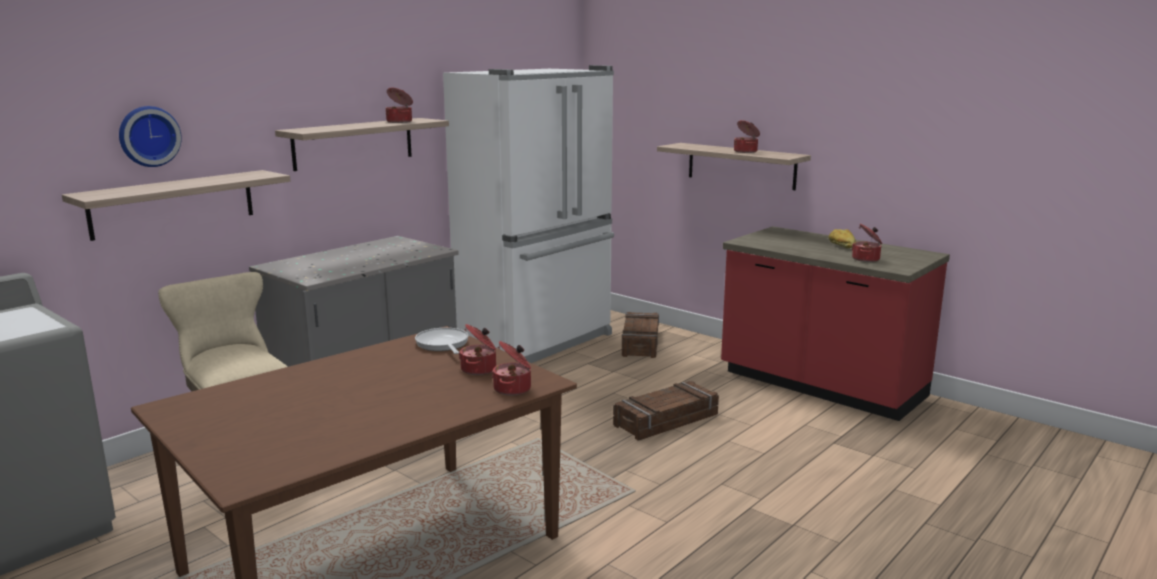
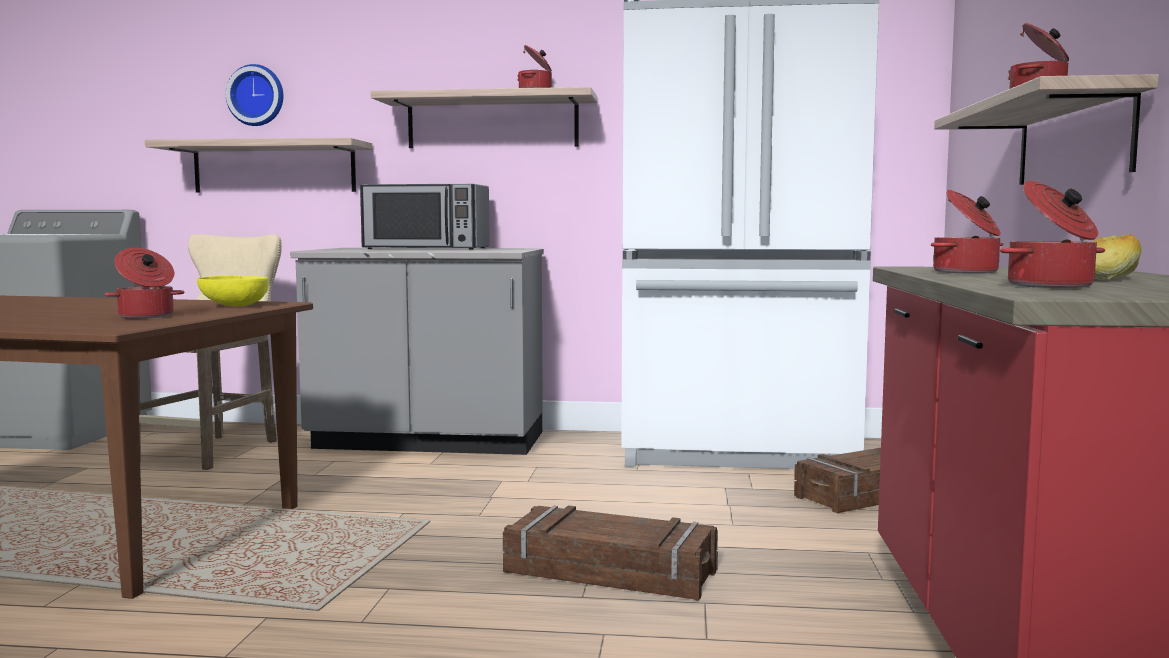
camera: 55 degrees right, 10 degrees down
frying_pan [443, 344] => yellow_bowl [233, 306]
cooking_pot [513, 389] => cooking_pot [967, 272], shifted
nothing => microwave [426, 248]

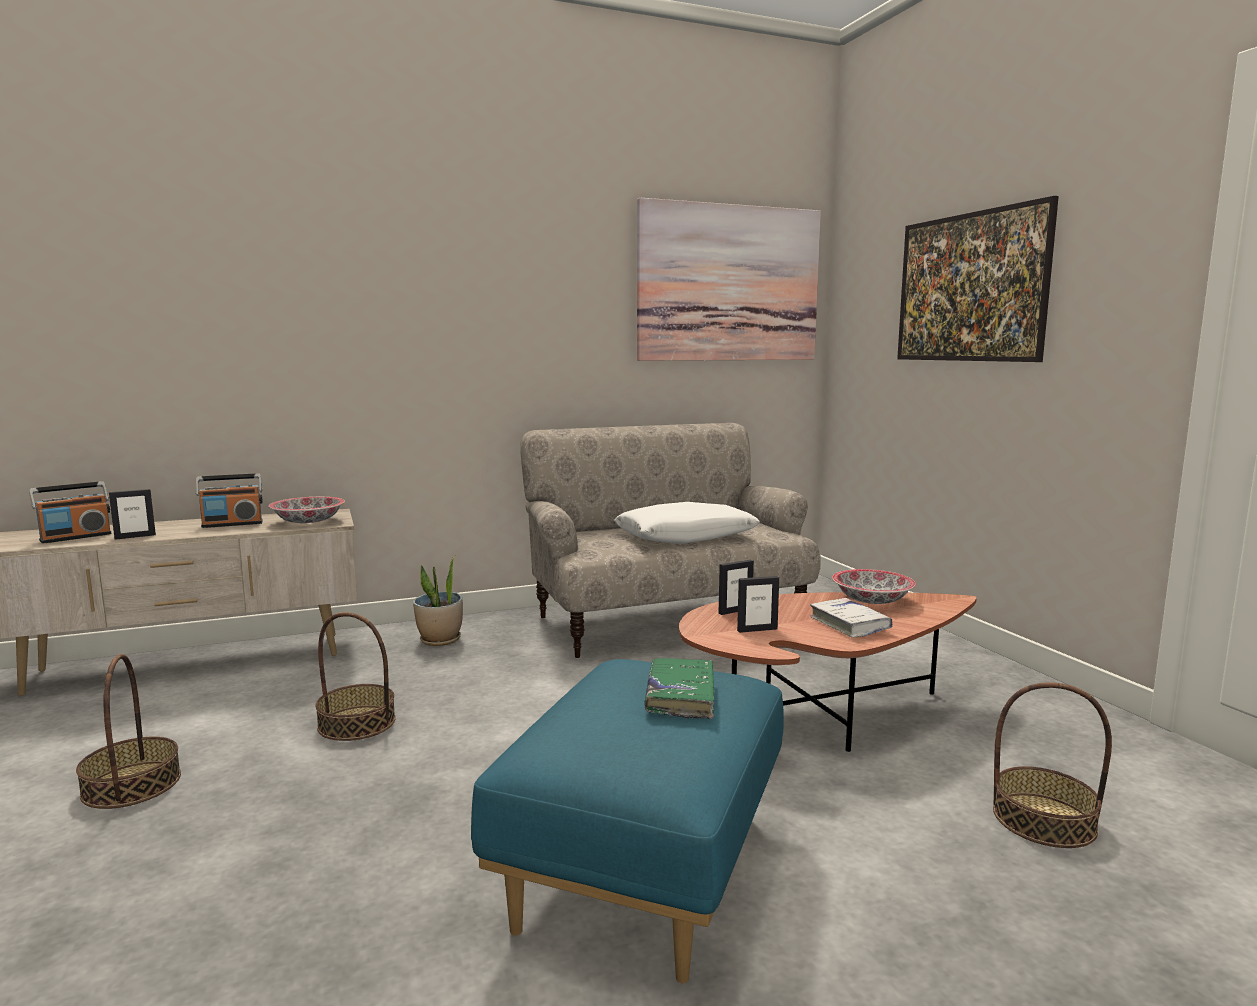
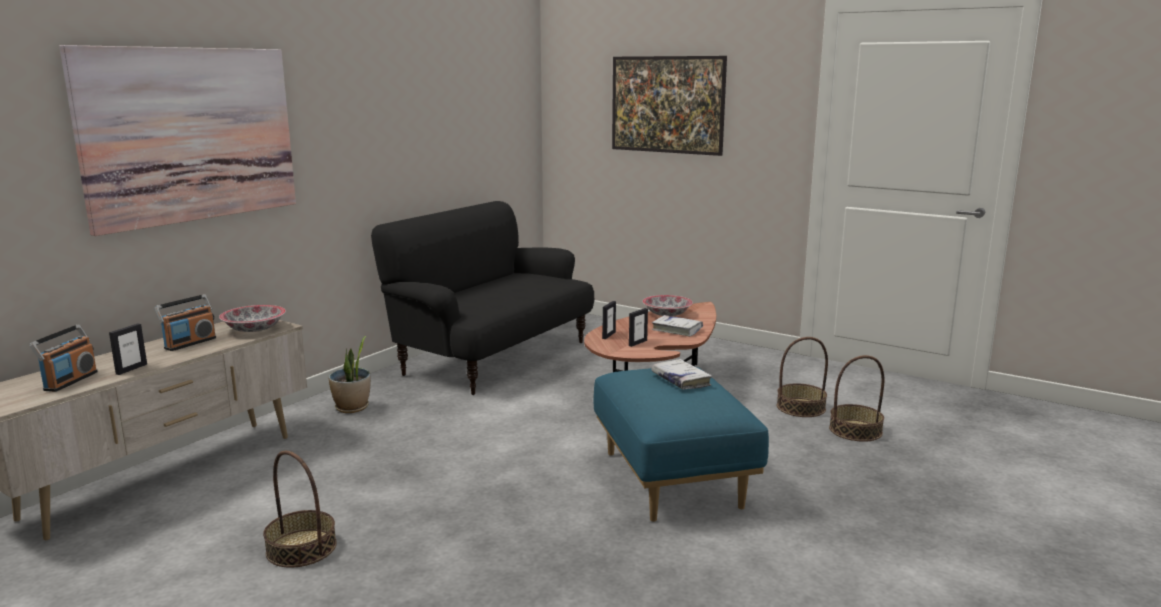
camera: 35 degrees left, 5 degrees up
picture [729, 284] => picture [190, 135], shifted
beige_sofa [666, 620] => black_sofa [493, 357]
white_pillow [686, 537] => nothing
basket [357, 723] => basket [855, 430], shifted
green_book [680, 697] => white_book [680, 380]

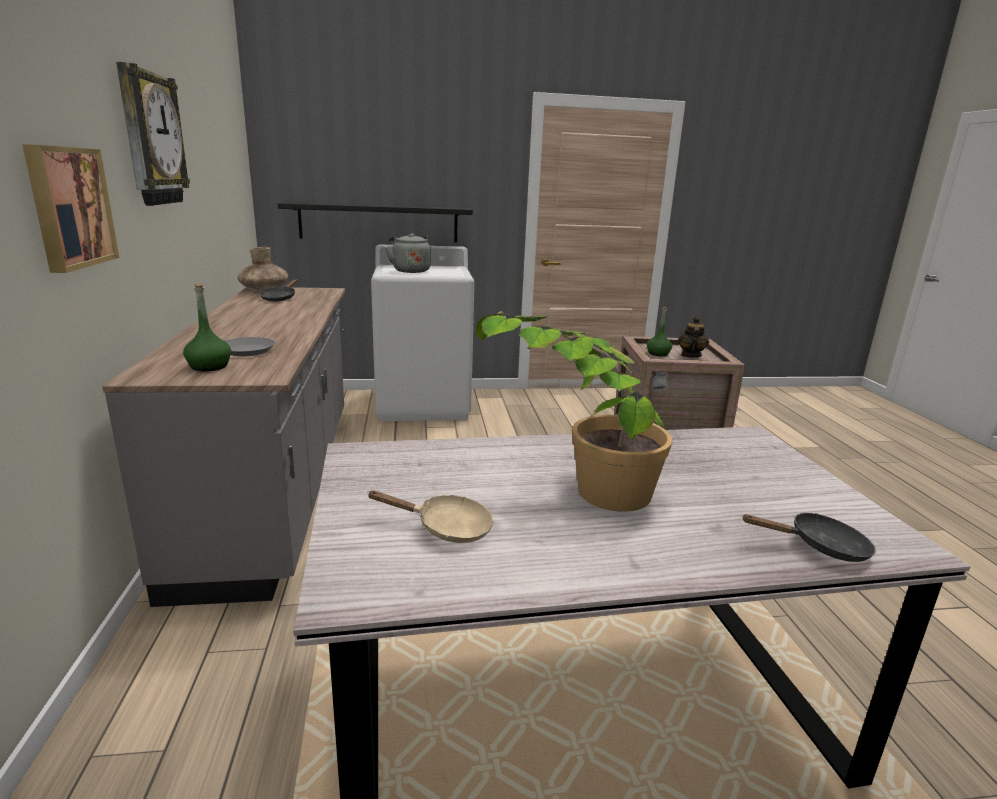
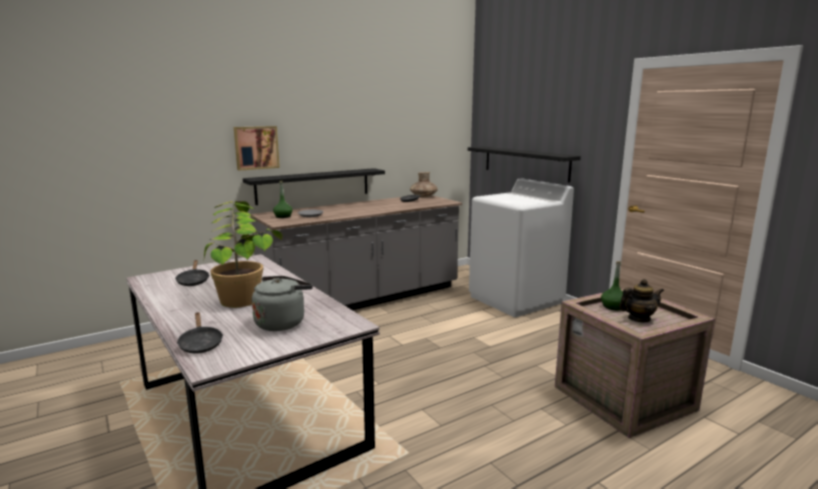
camera: 65 degrees right, 5 degrees down
wall_clock [150, 139] => nothing
grey_kettle [410, 270] => grey_kettle [282, 322], shifted
beige_frying_pan [446, 528] => black_frying_pan [193, 281]
nothing => black_shelf [313, 186]

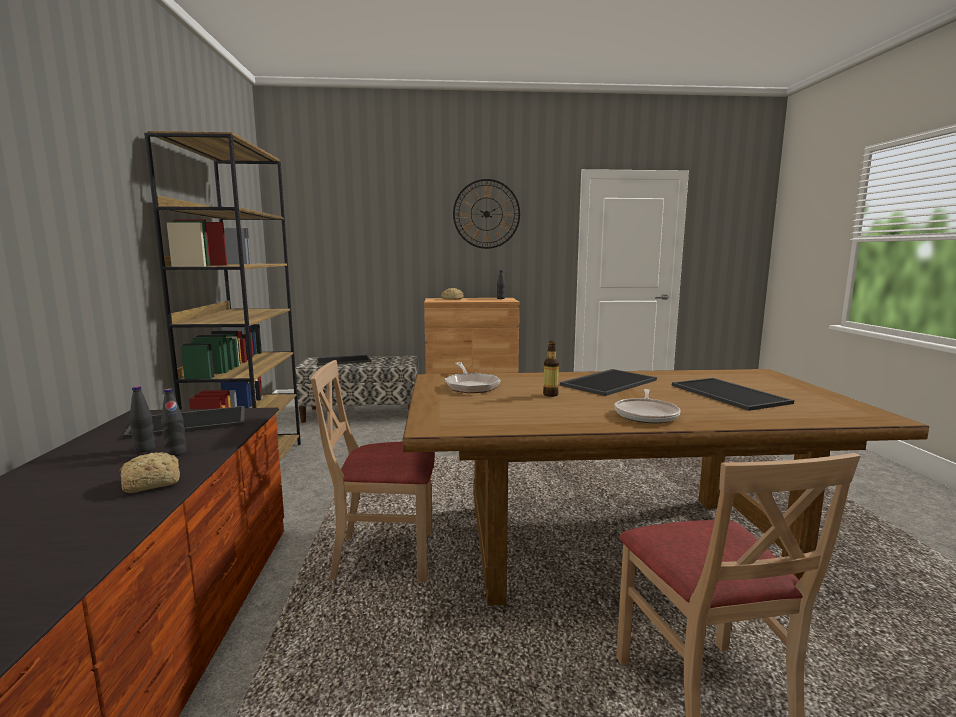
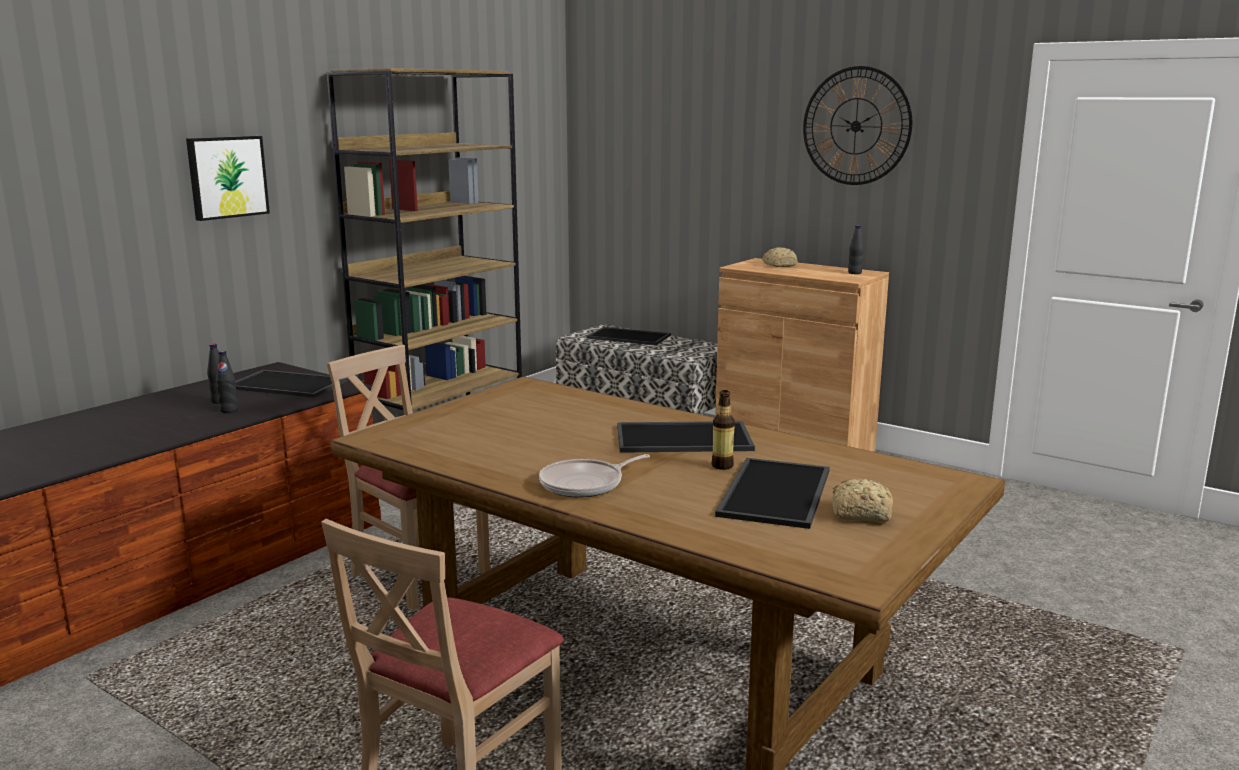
camera: 40 degrees right, 5 degrees up
bottle [550, 394] => bottle [722, 466], shifted
frying_pan [471, 386] => nothing
bread [150, 483] => bread [858, 513], shifted
nothing => picture [227, 177]

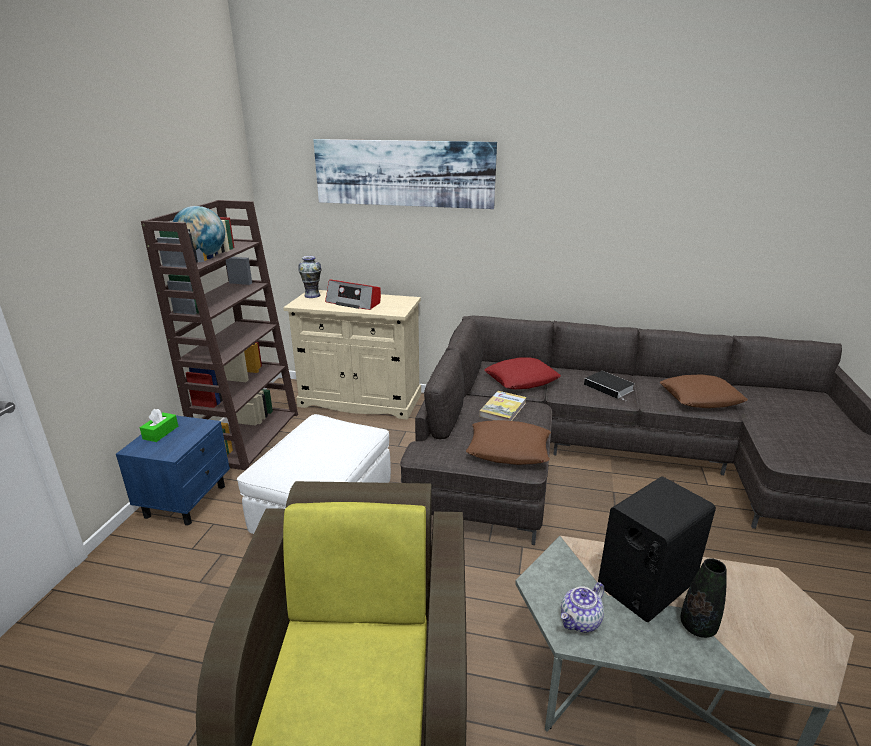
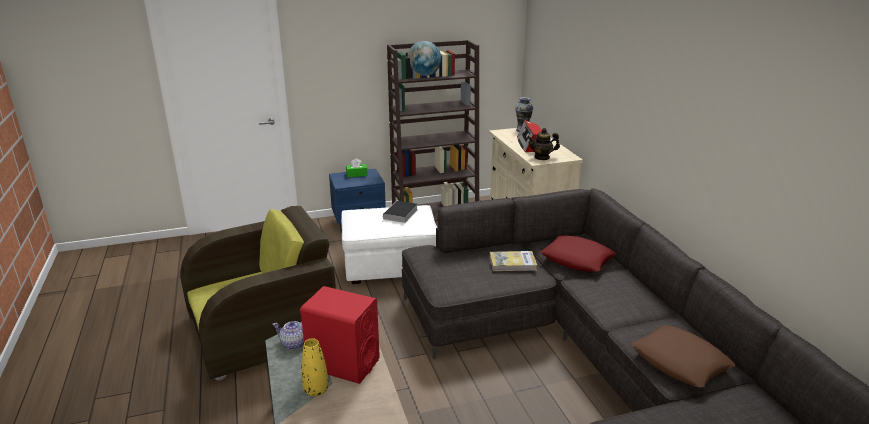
camera: 60 degrees right, 0 degrees up
picture [403, 173] => nothing
book [610, 388] => book [400, 214], shifted
brown_pillow [509, 449] => nothing
black_speaker [646, 585] => red_speaker [343, 364]
black_vase [697, 627] => yellow_vase [316, 390]
nothing => teapot [542, 157]

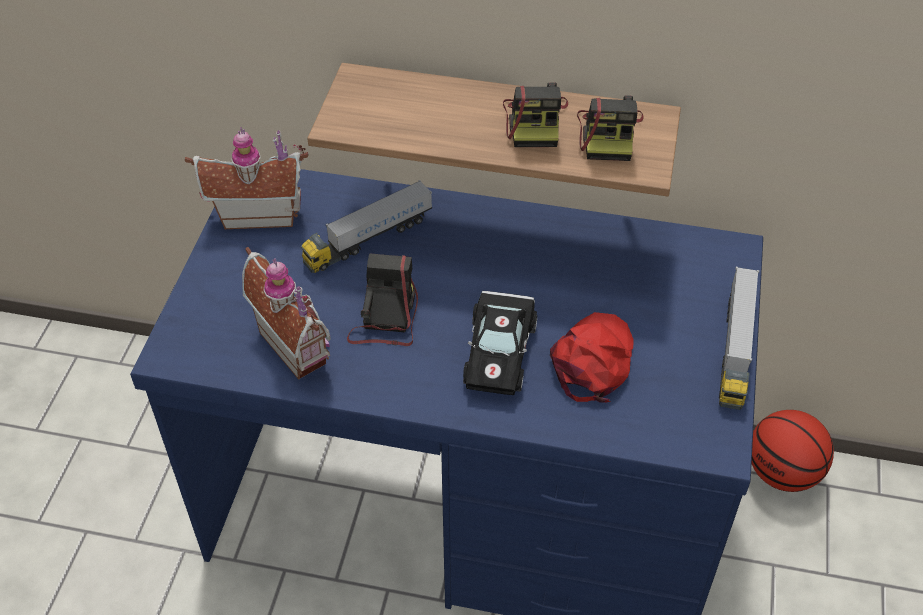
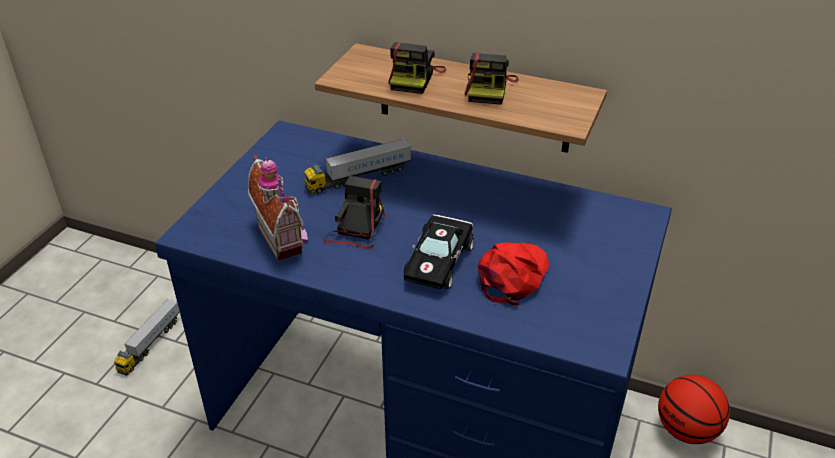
camera: 10 degrees right, 10 degrees down
photo_camera [609, 134] => photo_camera [415, 78], shifted
toy_house [258, 213] => nothing
toy_truck [735, 349] => toy_truck [150, 344], shifted

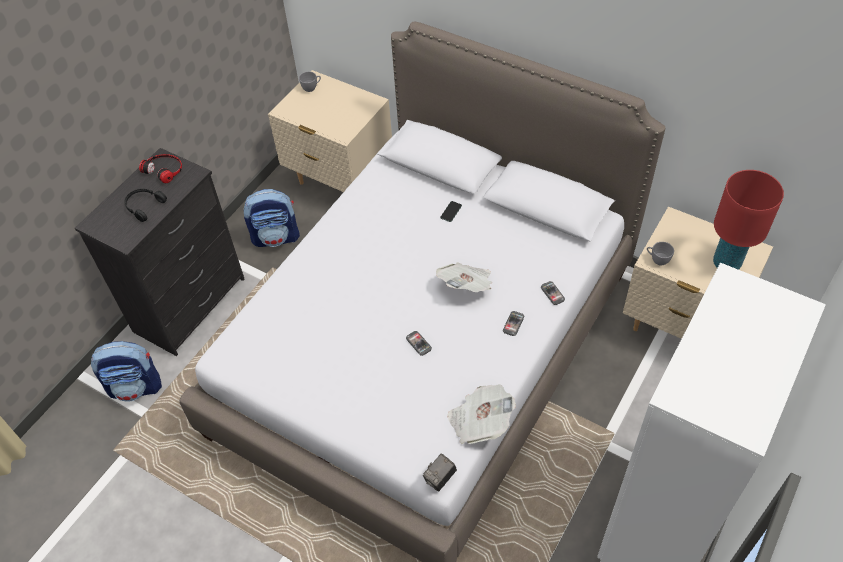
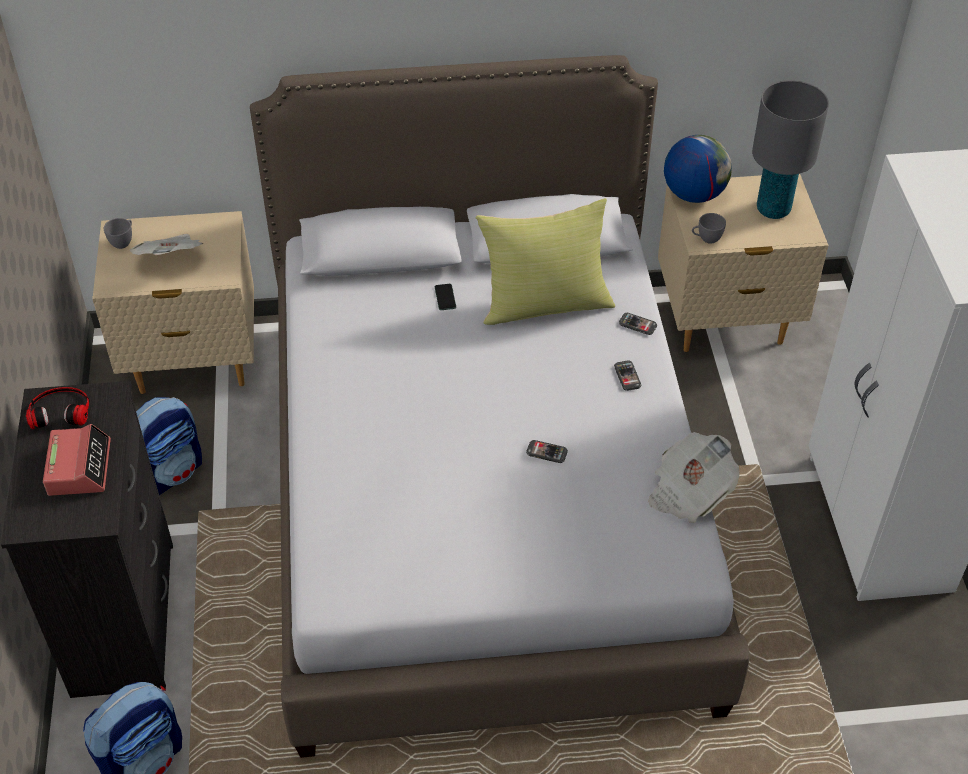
camera: 40 degrees left, 5 degrees down
red_table_lamp [726, 263] => grey_table_lamp [773, 209]
black_headphones [144, 206] => alarm_clock [79, 467]
newspaper [467, 286] => newspaper [171, 259], shifted
photo_camera [440, 479] => nothing
nothing => globe [693, 194]
nothing => yellow_pillow [545, 303]

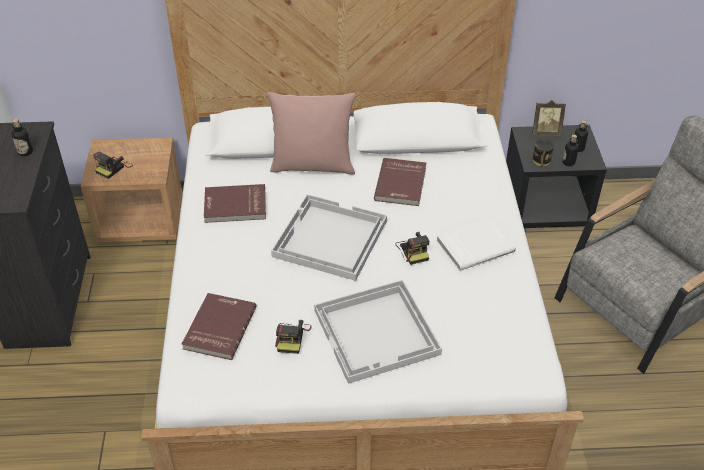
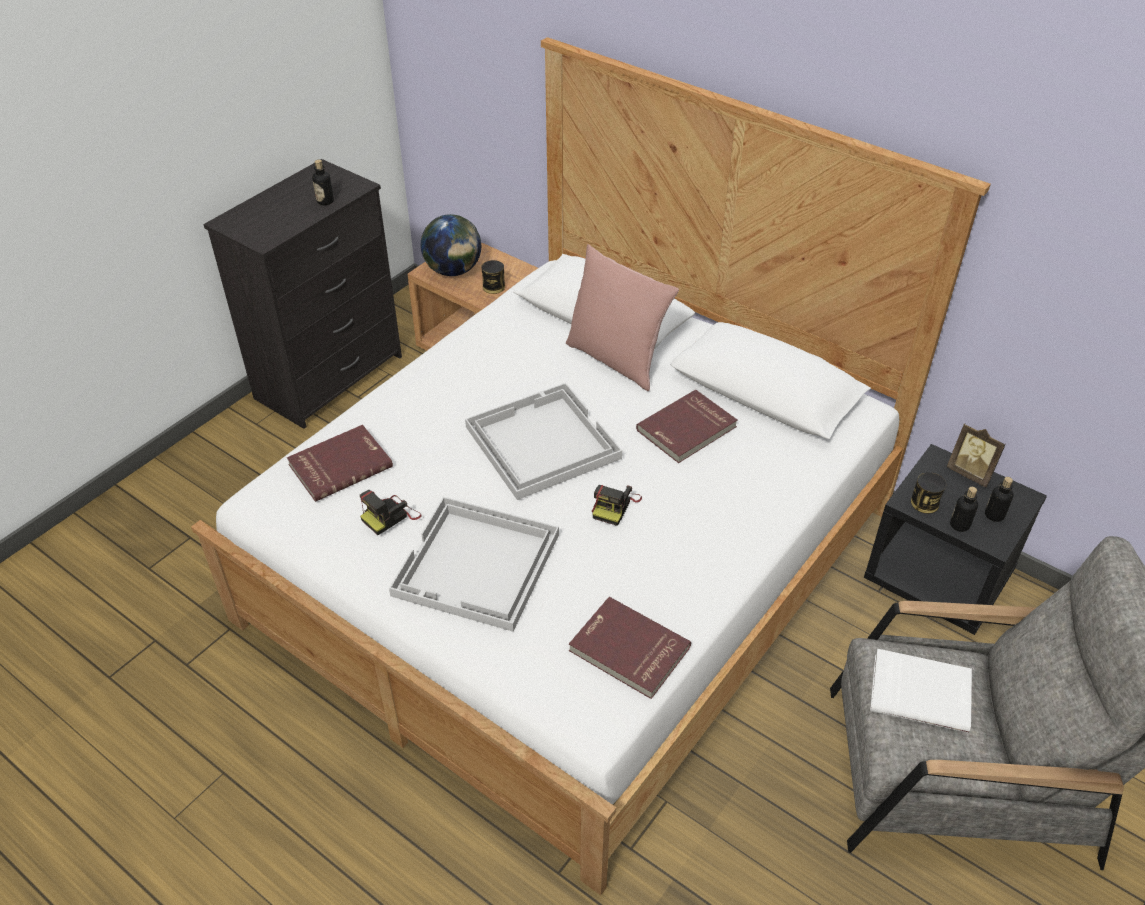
camera: 40 degrees right, 0 degrees up
photo_camera [113, 168] => globe [453, 271]
red_book [235, 206] => red_book [628, 650], shifted
white_book [474, 245] => white_book [920, 691], shifted
nothing => can [493, 287]

